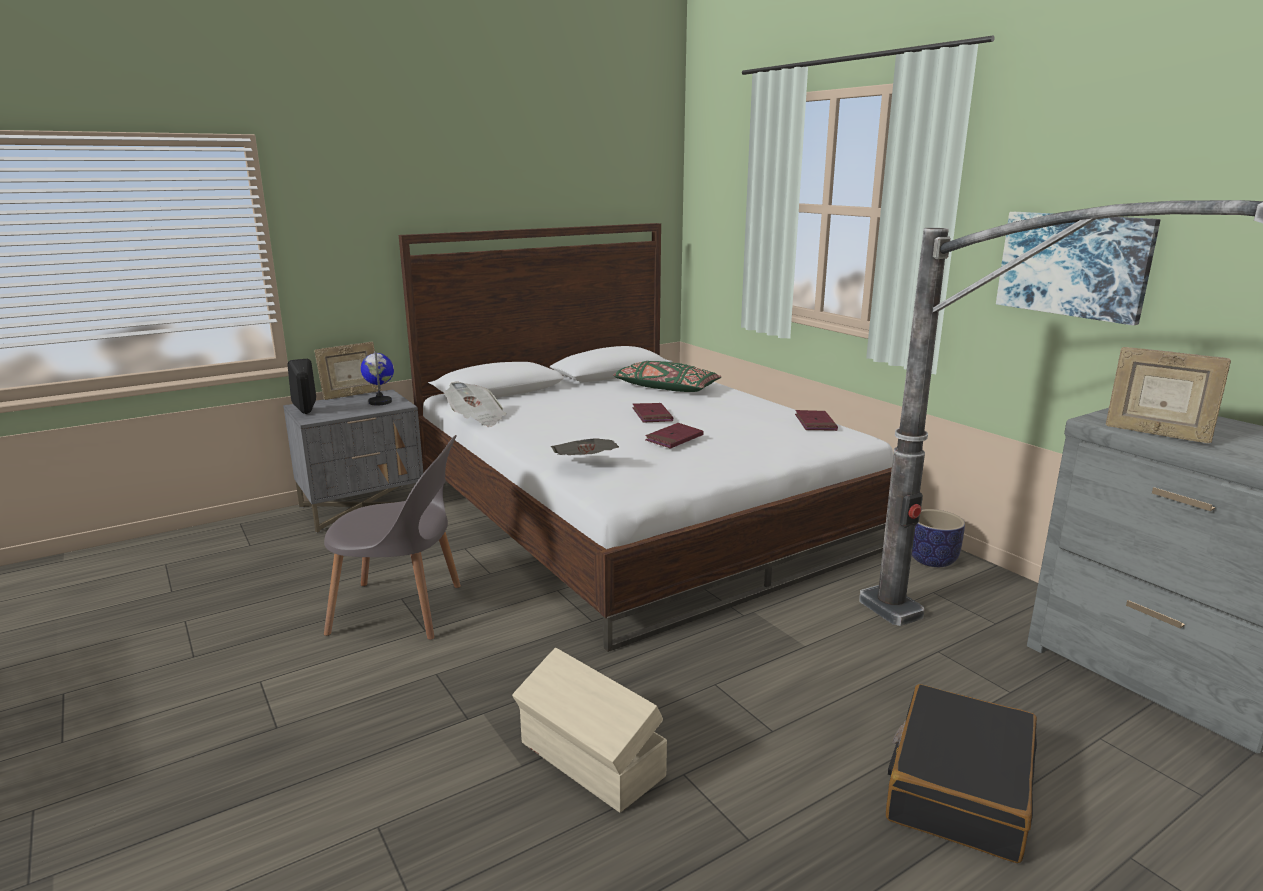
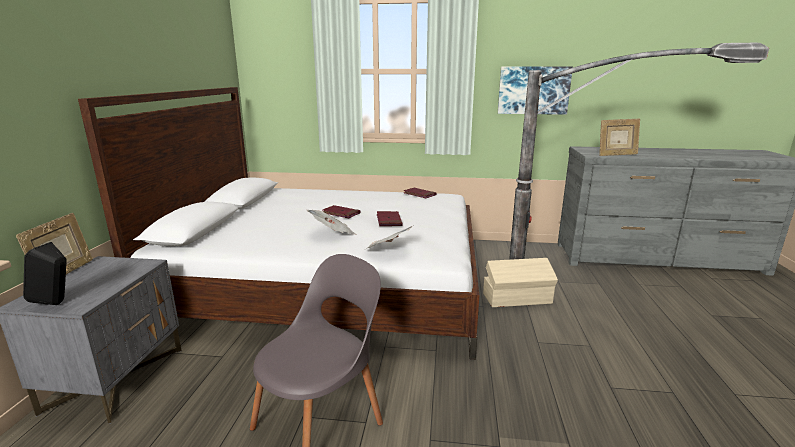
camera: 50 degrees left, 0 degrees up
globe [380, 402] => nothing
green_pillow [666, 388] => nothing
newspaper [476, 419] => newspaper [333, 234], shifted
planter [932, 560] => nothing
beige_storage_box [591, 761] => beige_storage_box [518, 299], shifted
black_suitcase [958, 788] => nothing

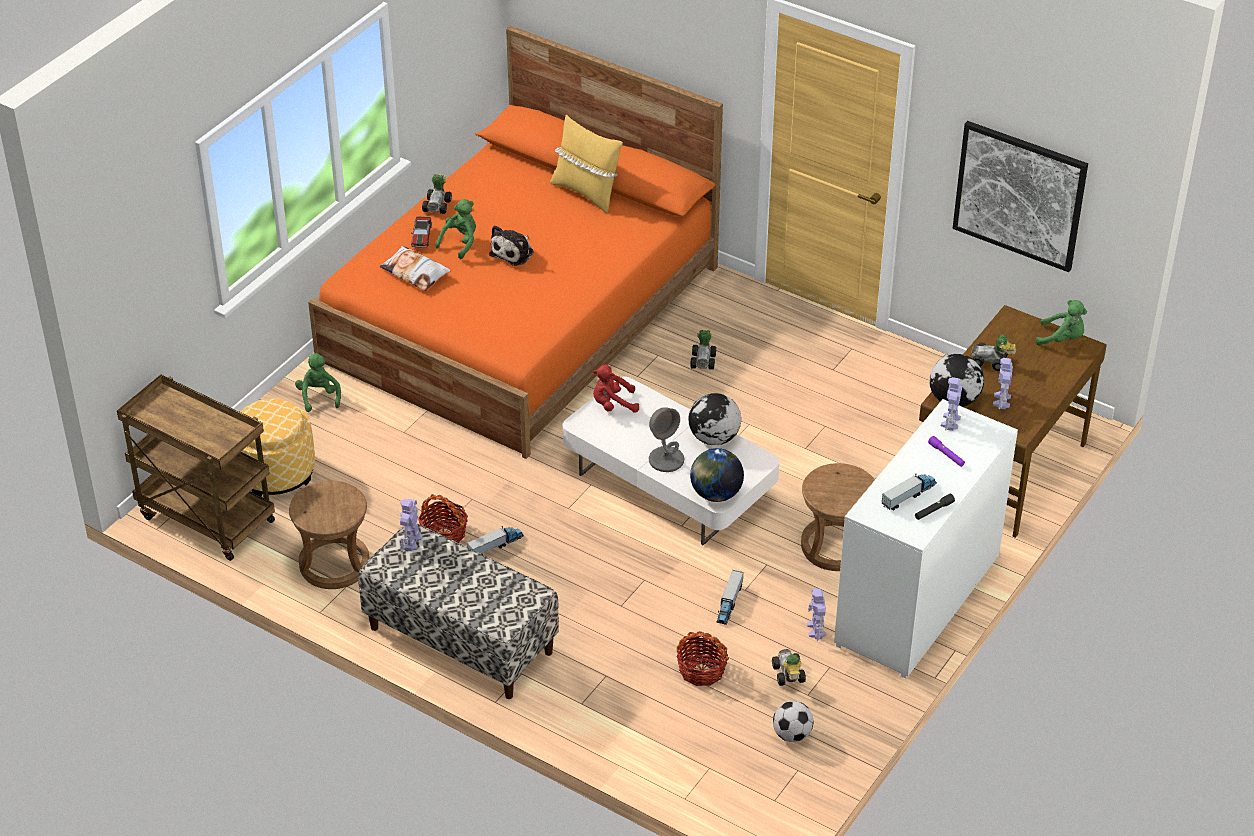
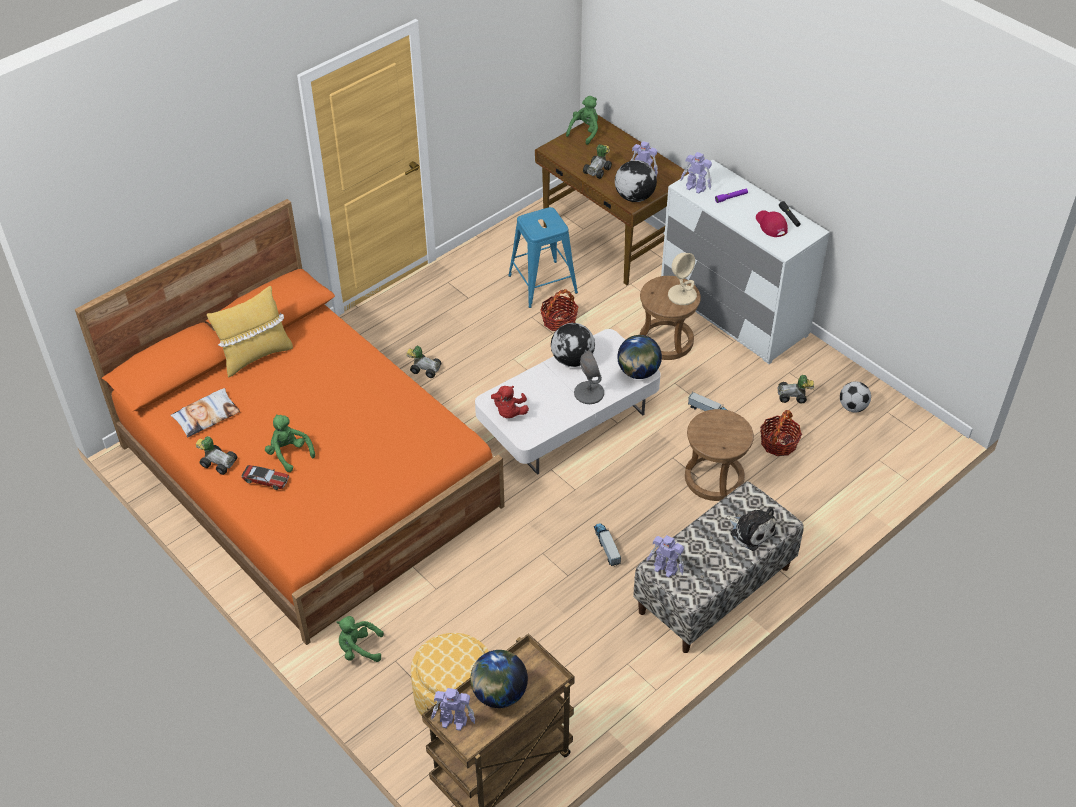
camera: 75 degrees left, 5 degrees up
picture [1019, 195] => nothing
plush_toy [513, 252] => plush_toy [751, 531], shifted
pillow [415, 272] => pillow [206, 416], shifted
toy_truck [909, 495] => red_cap [770, 225]
brown_stool [334, 564] => brown_stool [713, 478], shifted
basket [444, 533] => basket [559, 321], shifted
toy_robot [816, 630] => toy_robot [454, 721], shifted
nothing => blue_stool [543, 284]
nothing => beige_table_lamp [682, 295]
nothing => globe [499, 694]

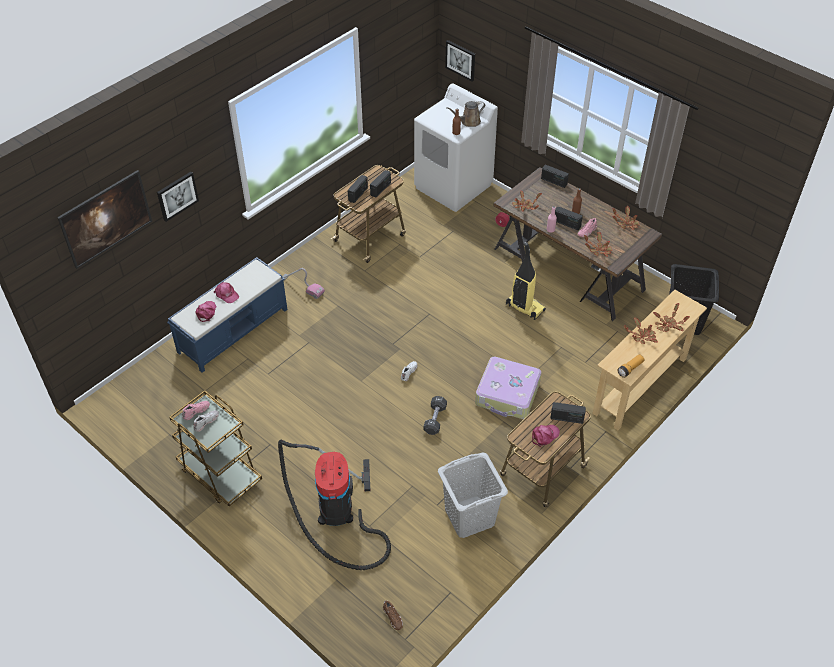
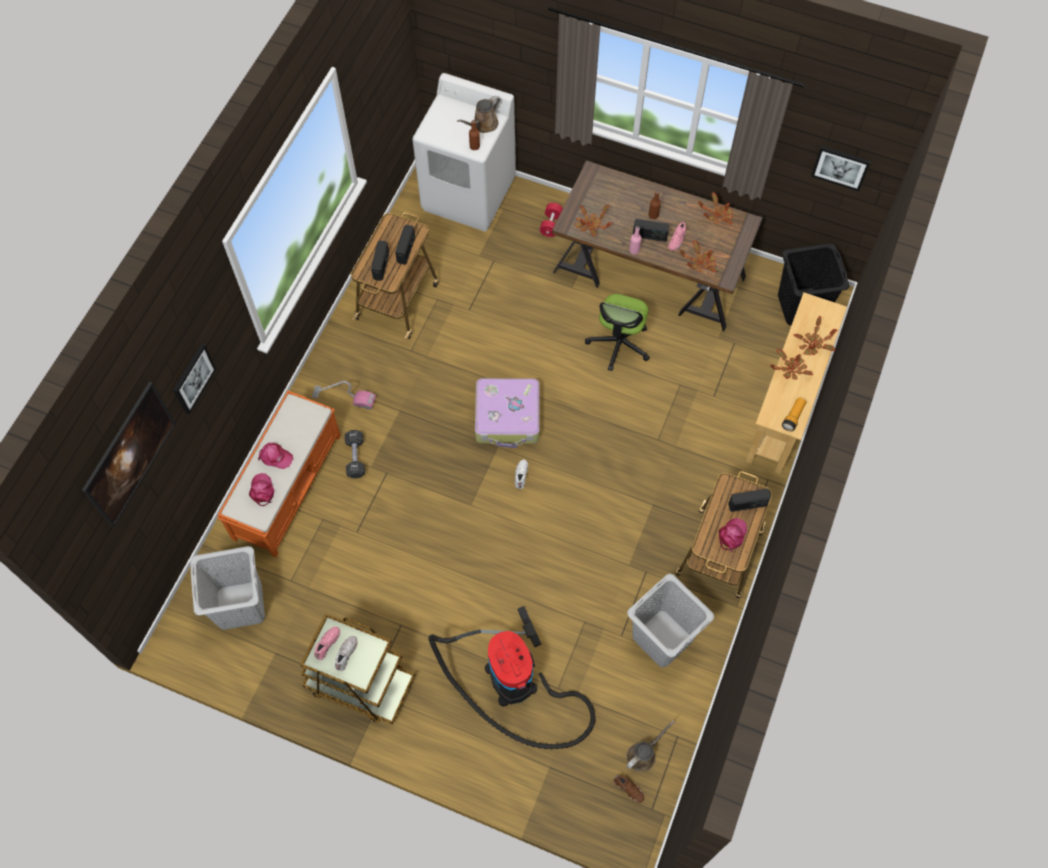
camera: 20 degrees left, 15 degrees up
picture [460, 60] => picture [840, 167], shifted
radio [554, 182] => nothing
vacuum_cleaner [524, 307] => office_chair [619, 344]
blue_bench [234, 330] => orange_bench [288, 485]
suitcase [507, 394] => suitcase [508, 417], shifted
black_dumbbell [435, 419] => black_dumbbell [355, 457], shifted
nothing => grey_laundry_basket [241, 605]
nothing => brown_watering_can [643, 754]

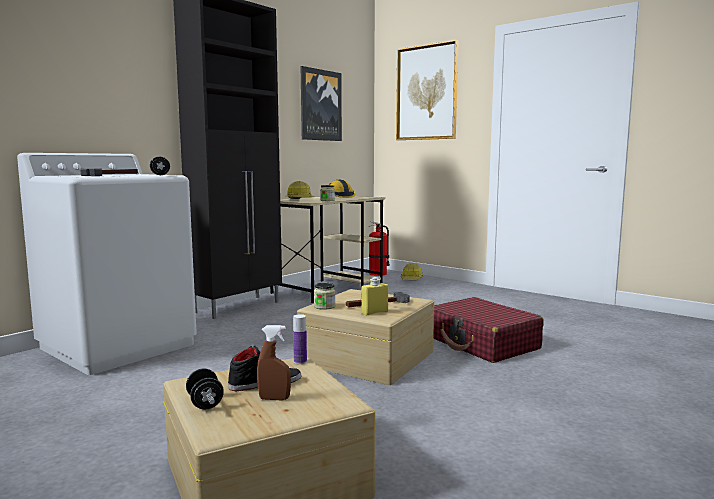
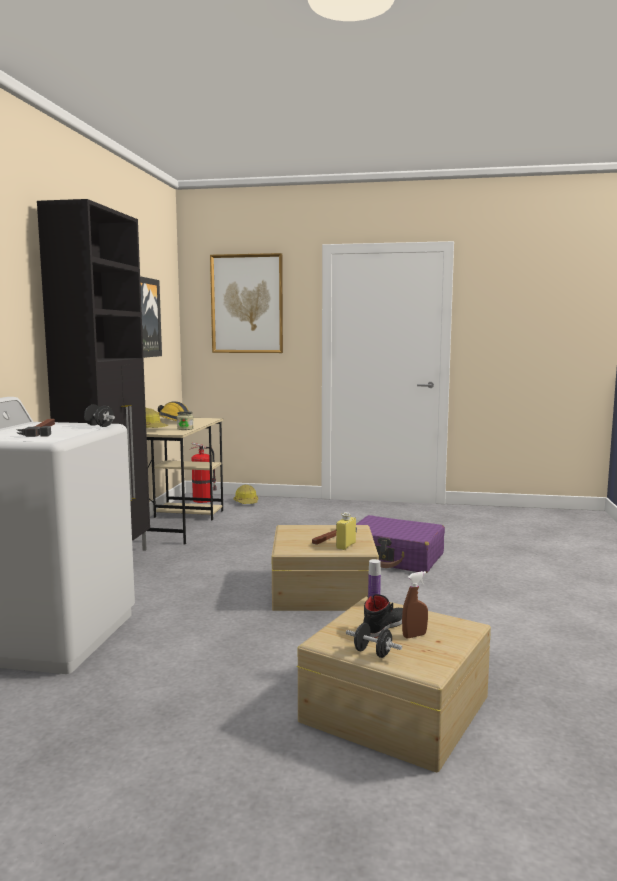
camera: 30 degrees left, 0 degrees up
jar [324, 306] => nothing
red_suitcase [482, 343] => purple_suitcase [395, 557]

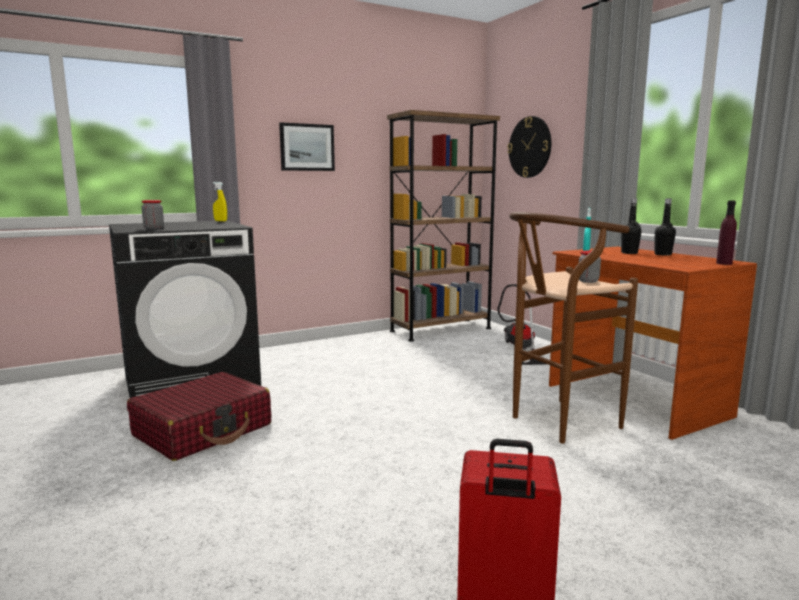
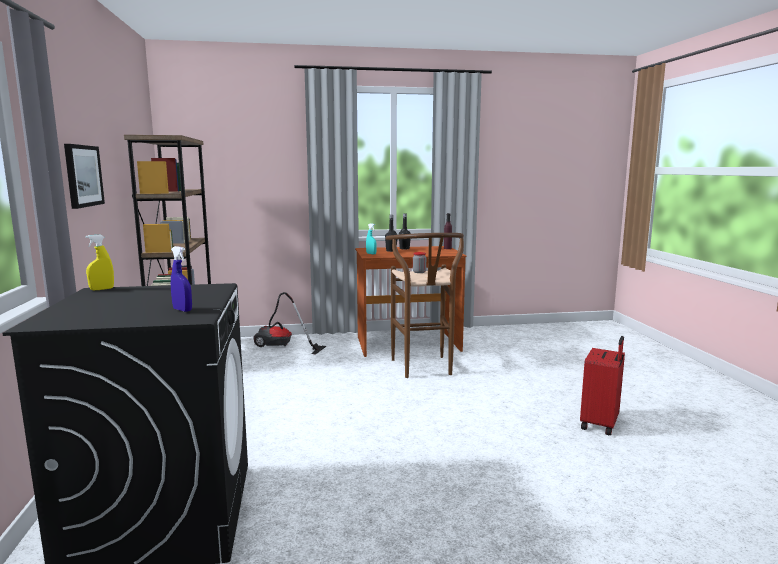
camera: 70 degrees left, 0 degrees up
wall_clock [530, 147] => nothing
jar [154, 228] => blue_spray_bottle [182, 310]
red_suitcase [203, 430] => nothing

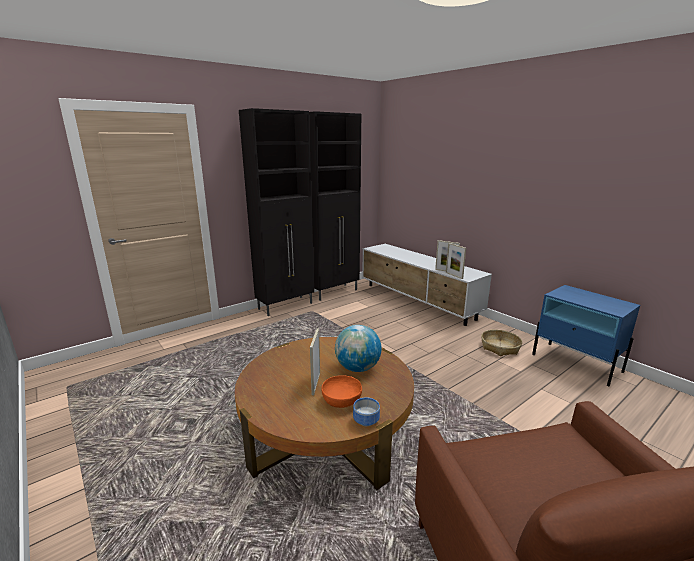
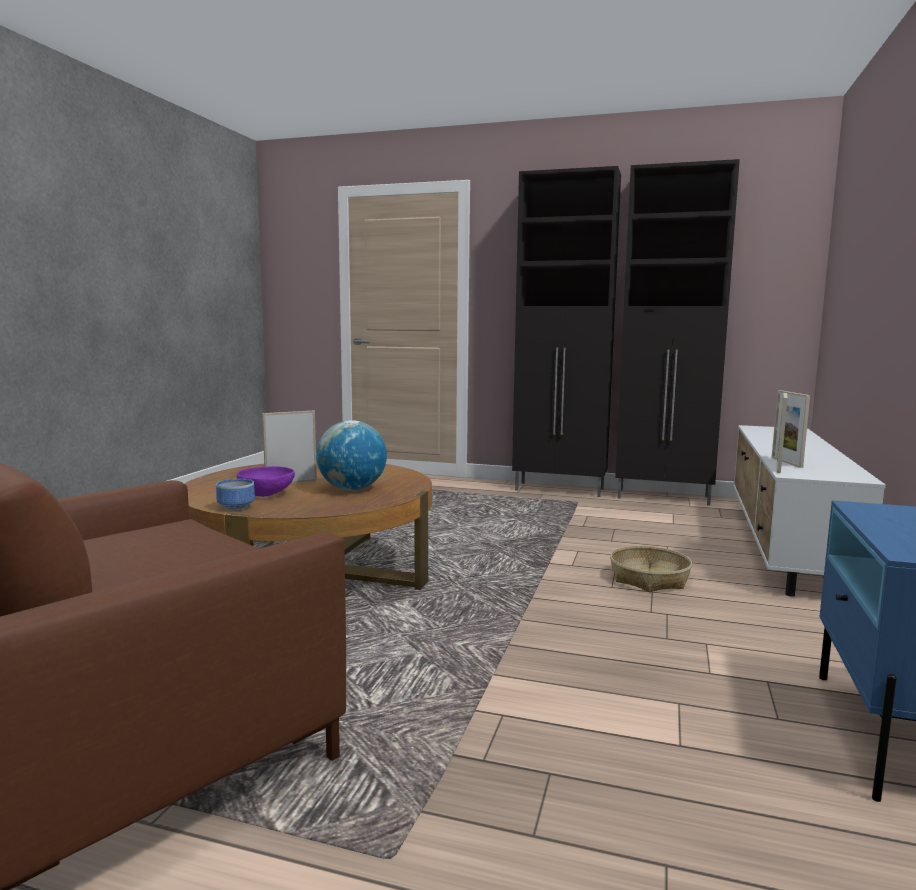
camera: 55 degrees right, 10 degrees down
basket [500, 347] => basket [649, 579], shifted
orange_bowl [341, 401] => purple_bowl [267, 494]

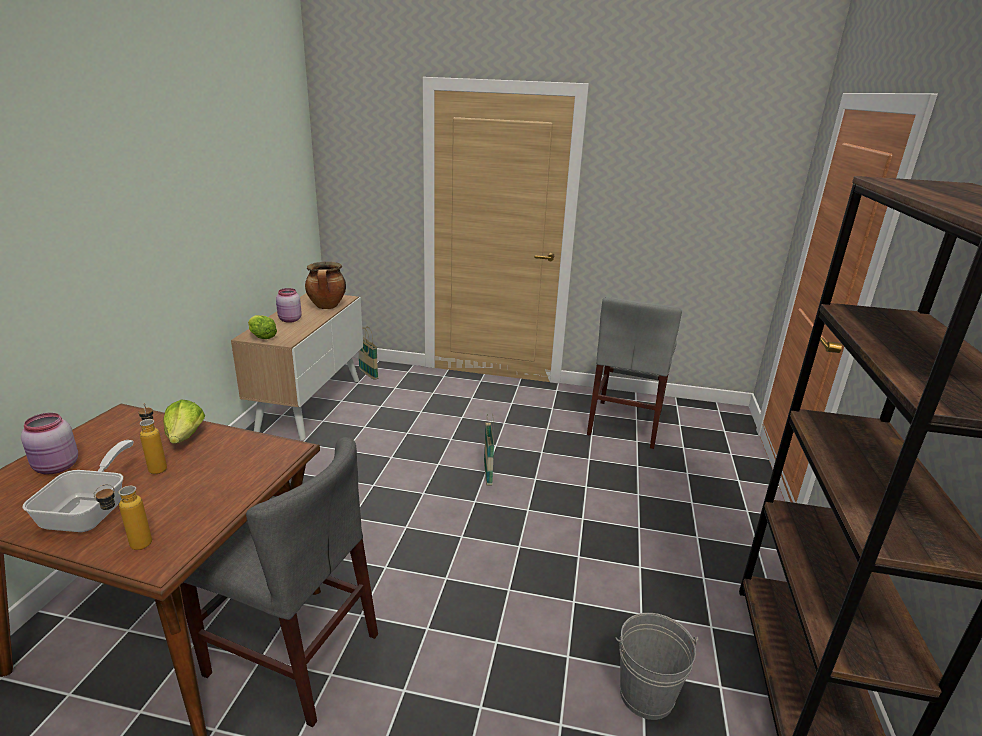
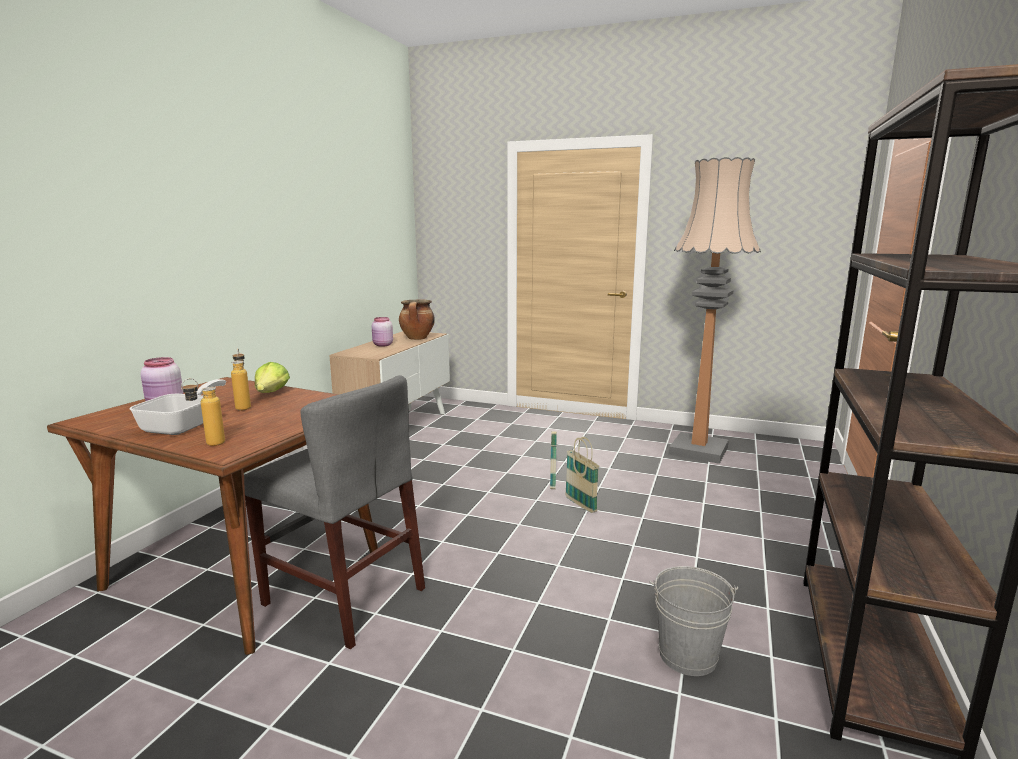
camera: 10 degrees right, 10 degrees down
grey_chair [625, 423] => floor_lamp [698, 450]
lettuce [261, 336] => nothing
basket [368, 374] => basket [580, 504], shifted

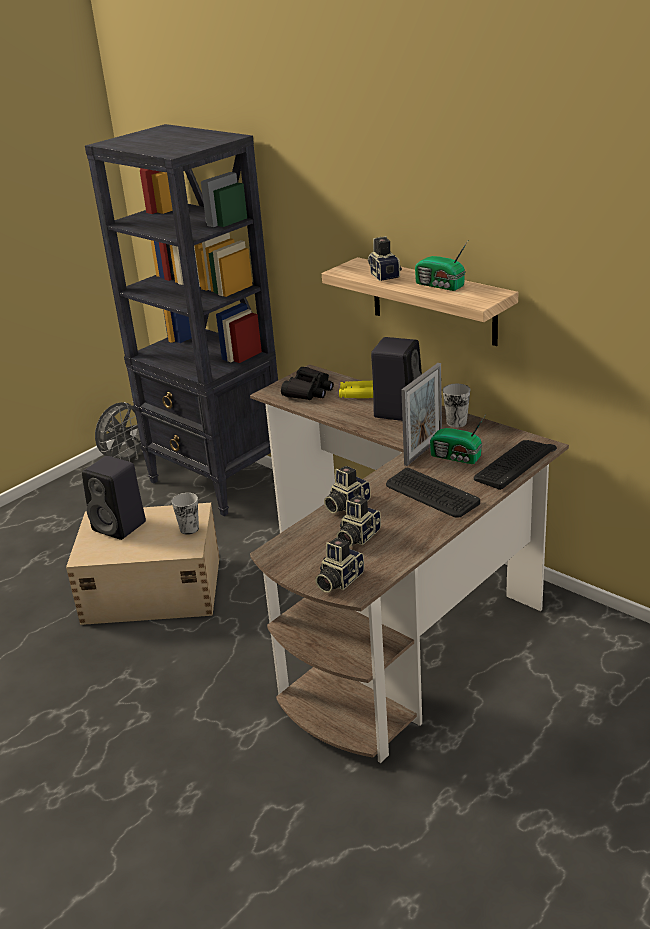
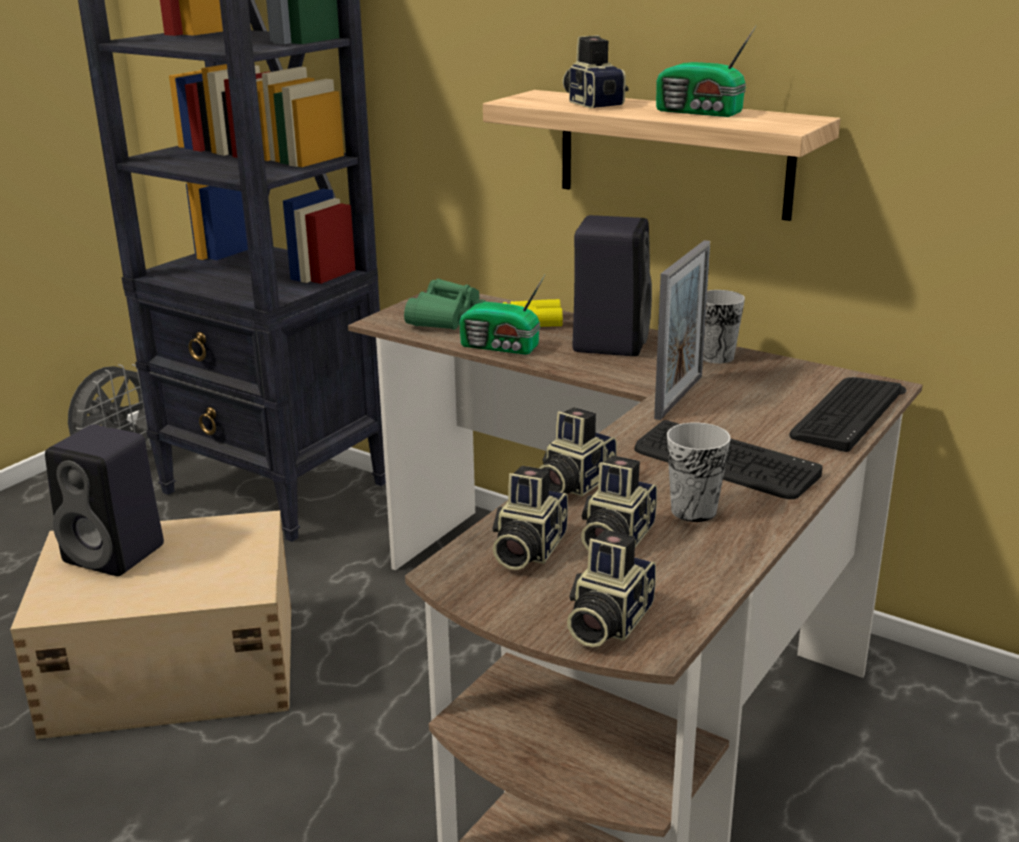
camera: 10 degrees left, 5 degrees down
black_binoculars [309, 391] => green_binoculars [449, 318]
radio [456, 457] => radio [501, 347], shifted
cup [189, 529] => cup [693, 510], shifted
nothing => photo_camera [526, 549]

